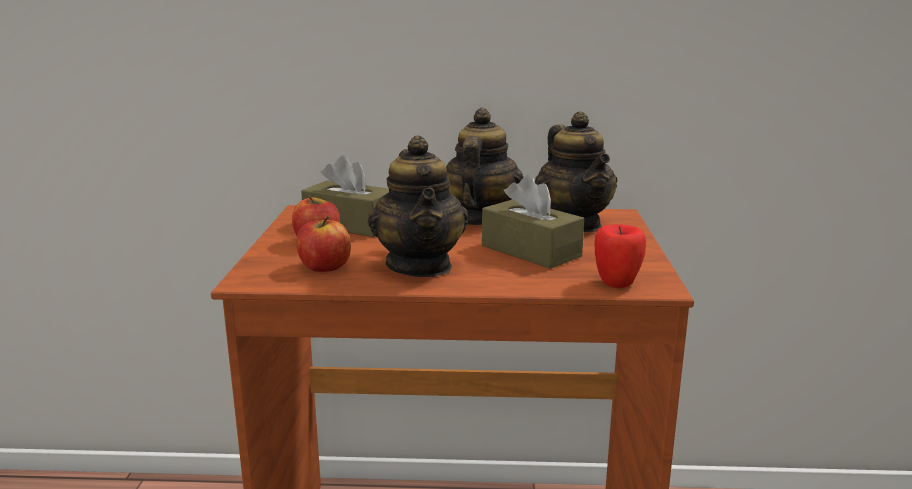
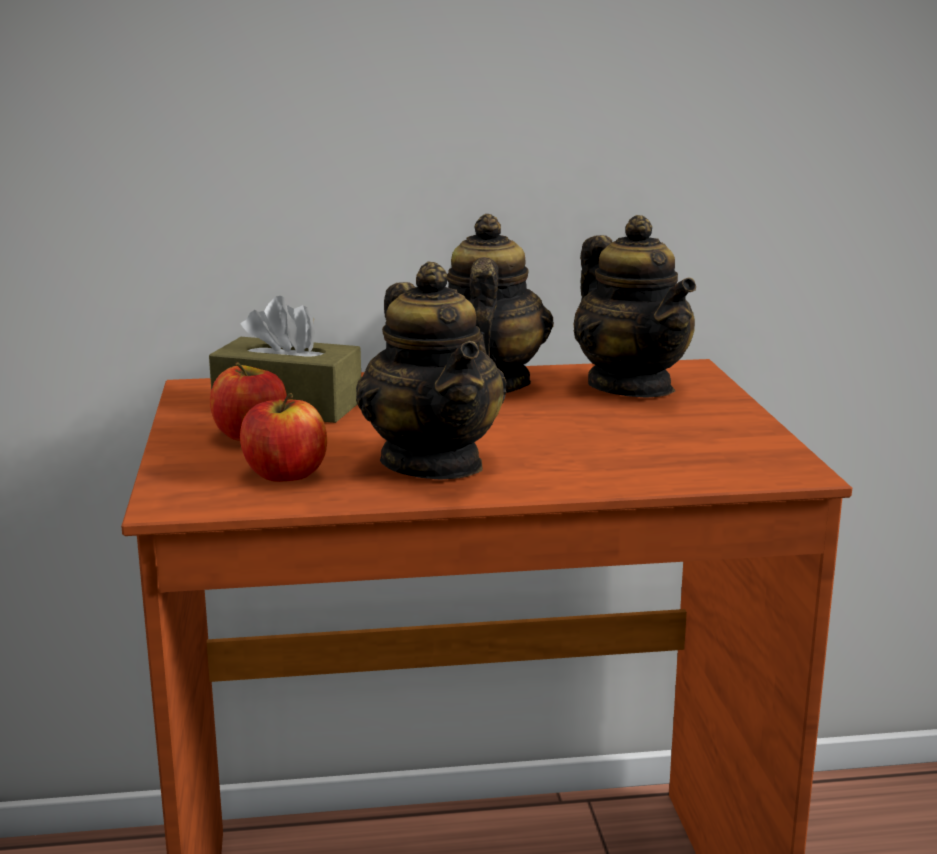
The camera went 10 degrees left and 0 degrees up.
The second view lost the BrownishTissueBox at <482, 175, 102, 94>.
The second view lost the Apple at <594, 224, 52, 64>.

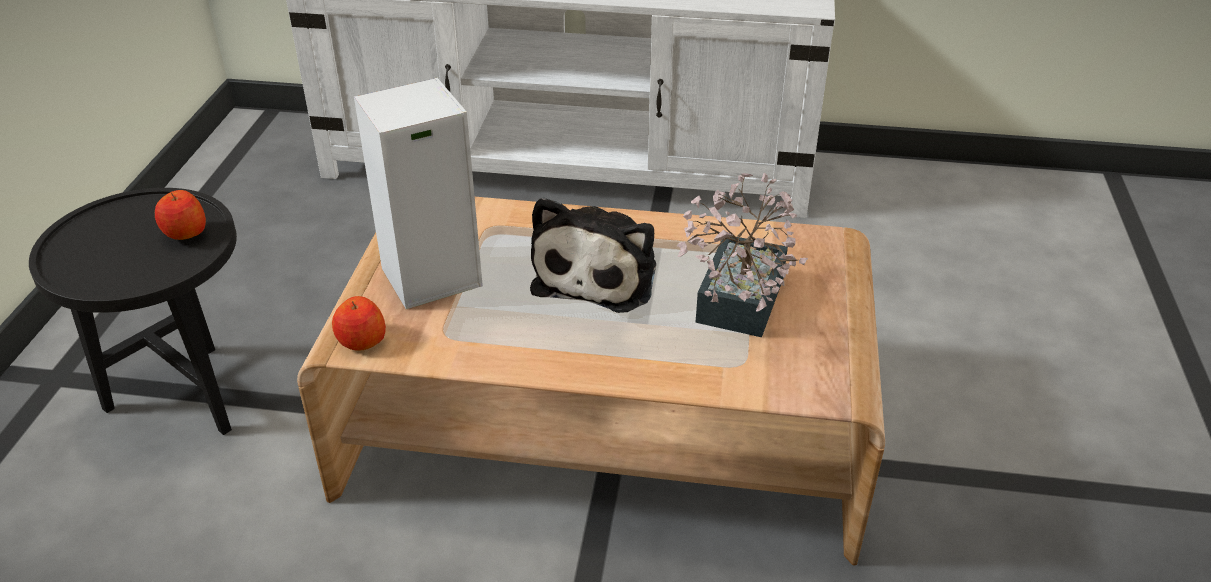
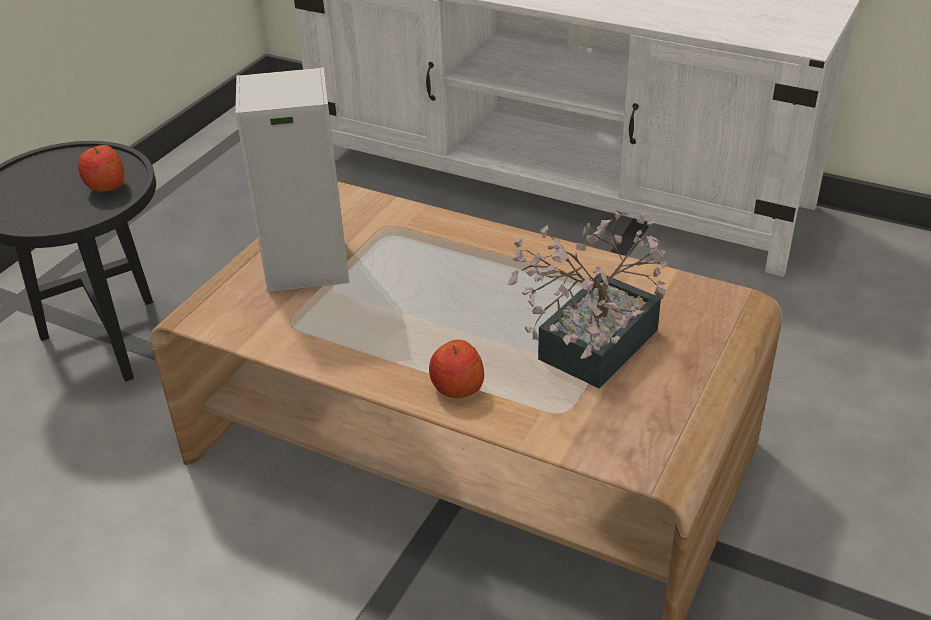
The camera went 20 degrees right and 0 degrees up.
The Apple ended up elsewhere, having gone from <332, 296, 54, 55> to <429, 340, 55, 58>.
The second view lost the CuddlyToy at <530, 197, 126, 116>.

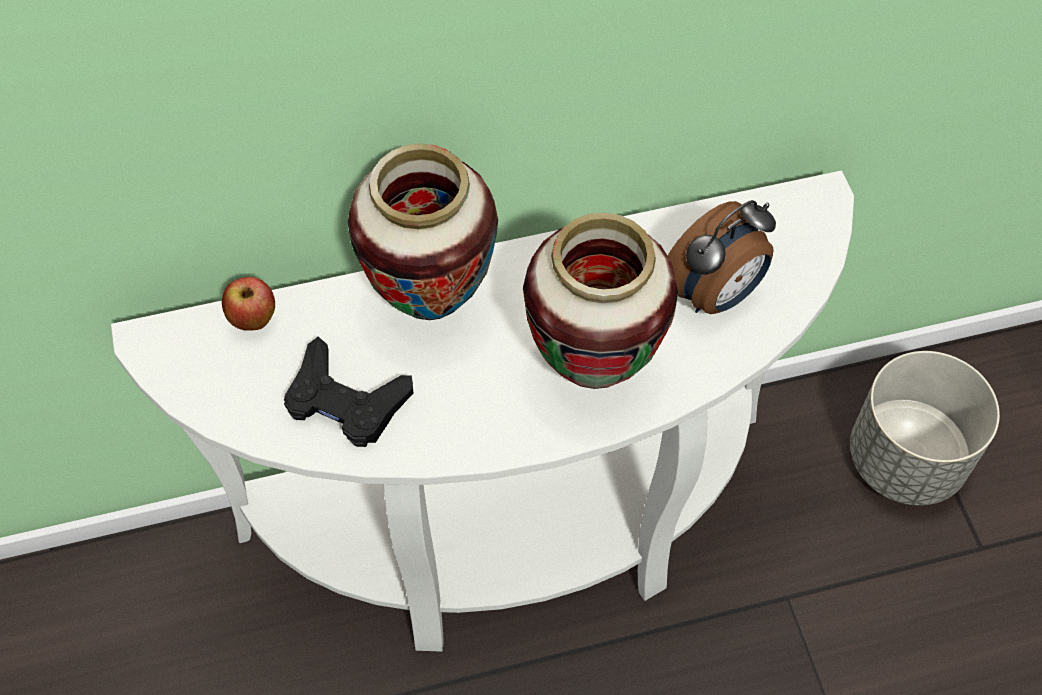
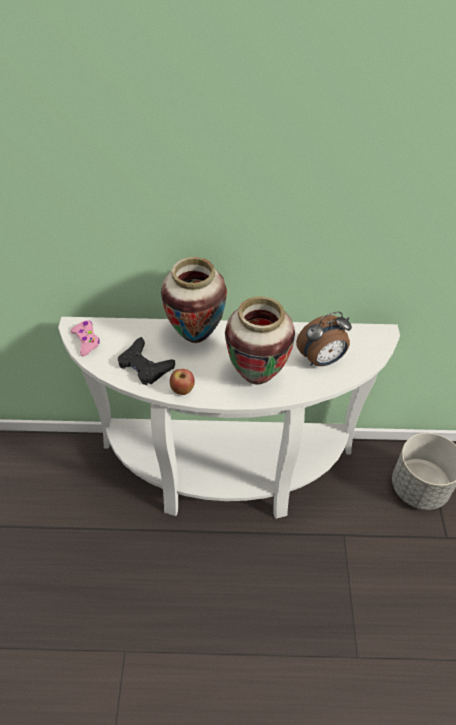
The camera went 15 degrees right and 10 degrees down.
The Apple ended up elsewhere, having gone from <222, 277, 53, 54> to <170, 369, 25, 26>.
The second view gained the PinkishJoypad at <70, 321, 30, 36>.

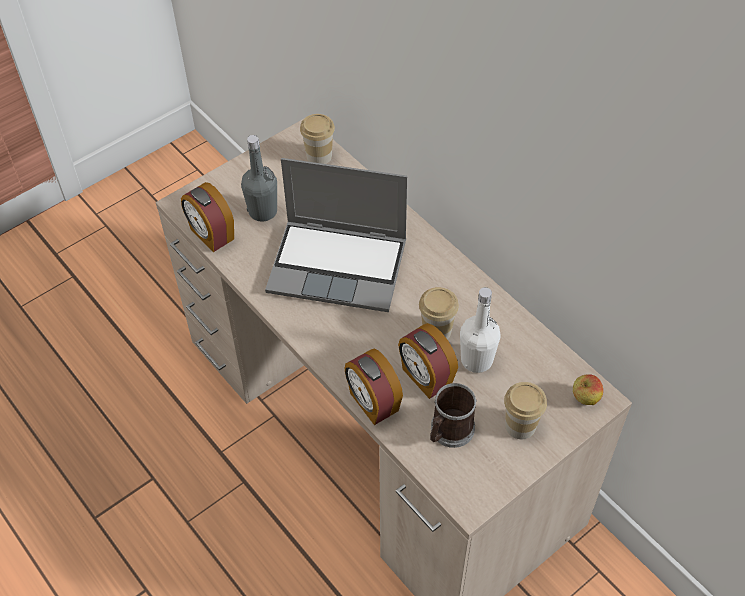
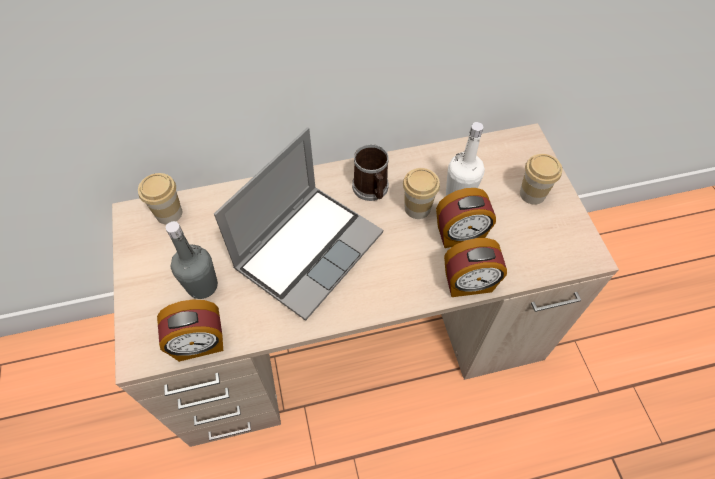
The camera went 65 degrees left and 5 degrees up.
The Mug ended up elsewhere, having gone from <430, 383, 47, 65> to <352, 144, 37, 57>.
The second view lost the Apple at <573, 374, 30, 31>.

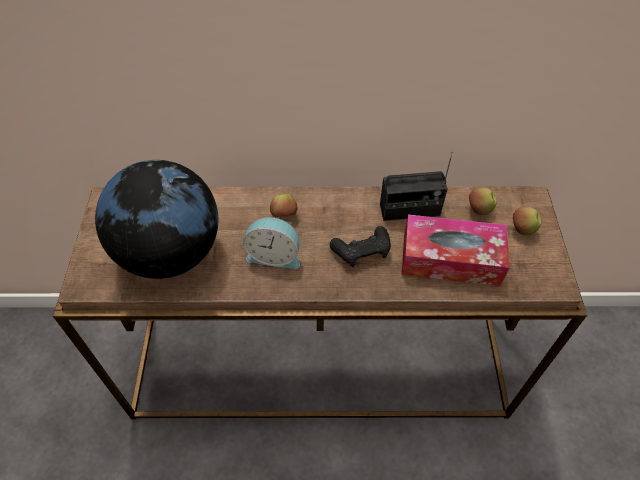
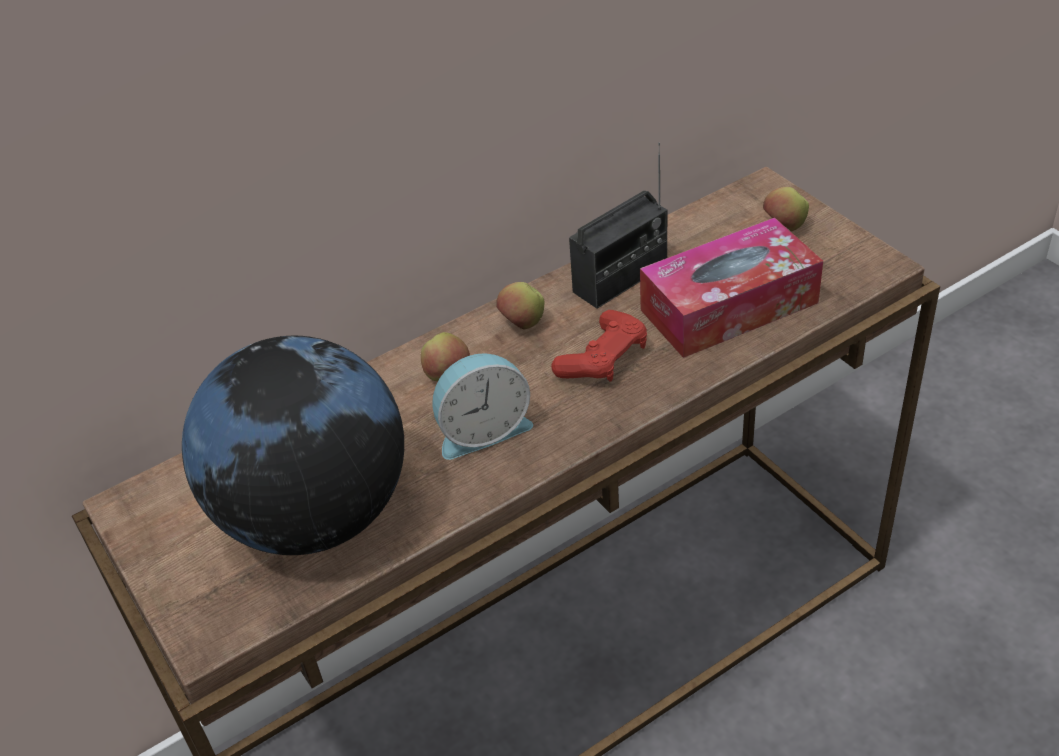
The camera went 30 degrees left and 10 degrees down.
What was the BlackColouredJoypad at <330, 226, 61, 41> turned into the ReddishJoypad at <551, 310, 96, 72>.
The Apple ended up elsewhere, having gone from <469, 187, 28, 28> to <496, 282, 48, 47>.

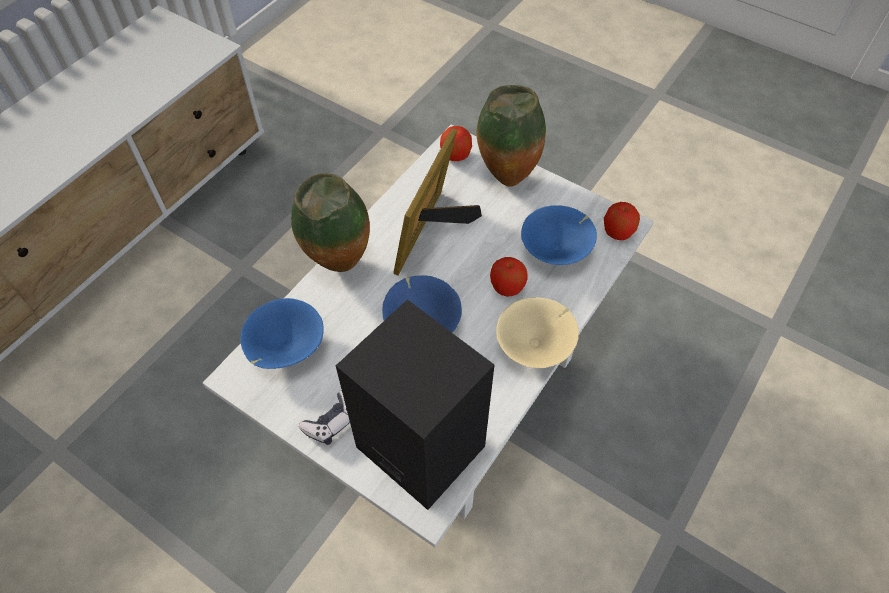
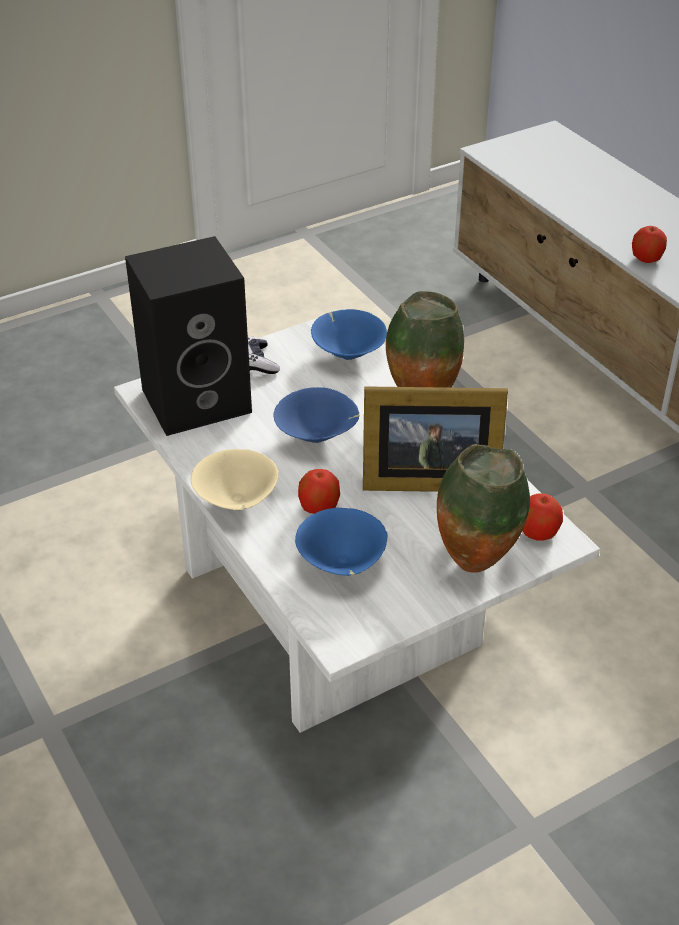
The camera went 115 degrees right and 15 degrees down.
The PhotoFrame at <393, 128, 89, 148> ended up facing another way, 135 degrees clockwise from before.
The Apple ended up elsewhere, having gone from <604, 202, 36, 38> to <632, 226, 35, 37>.

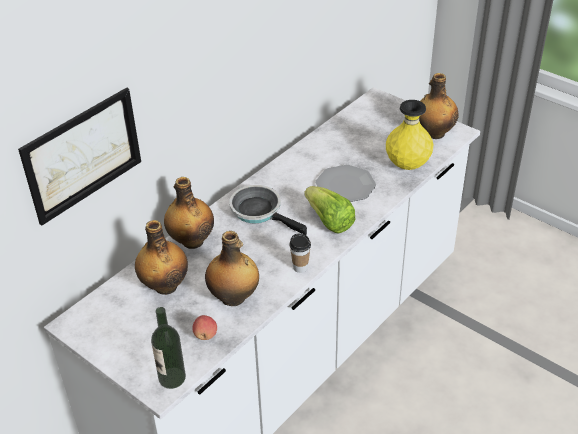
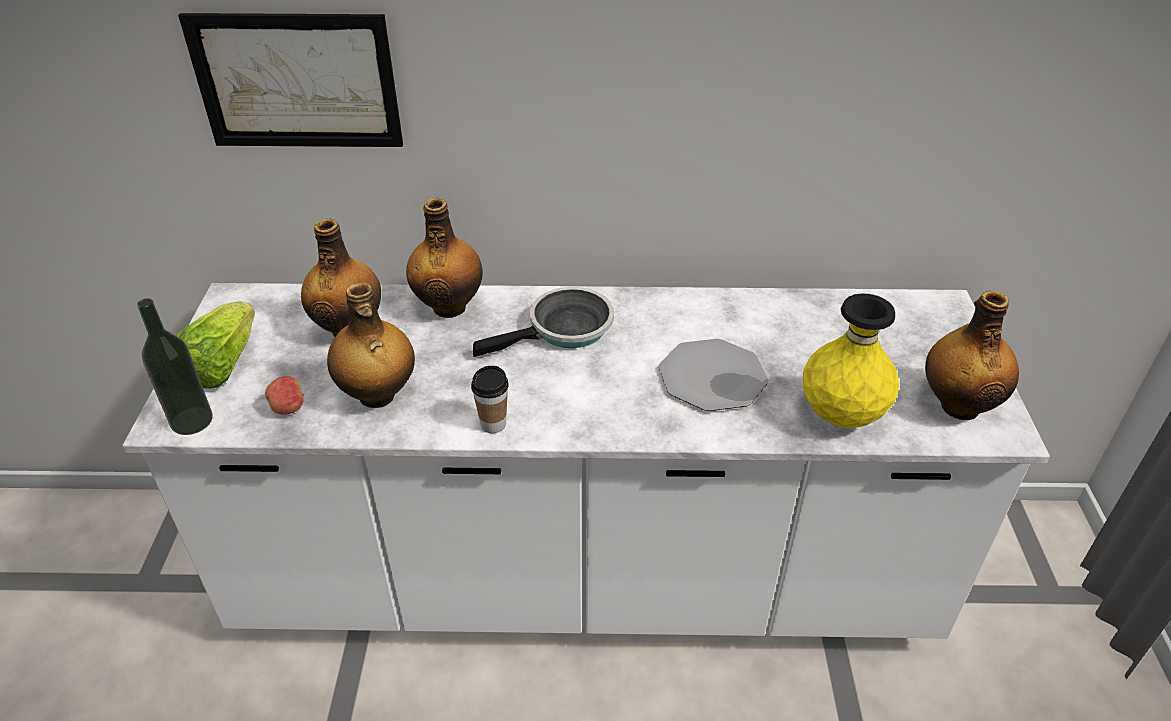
The camera went 50 degrees right and 0 degrees up.
The Skillet at <229, 185, 78, 50> ended up facing another way, 60 degrees clockwise from before.
The LettuceHead ended up elsewhere, having gone from <304, 186, 52, 48> to <175, 301, 80, 88>.

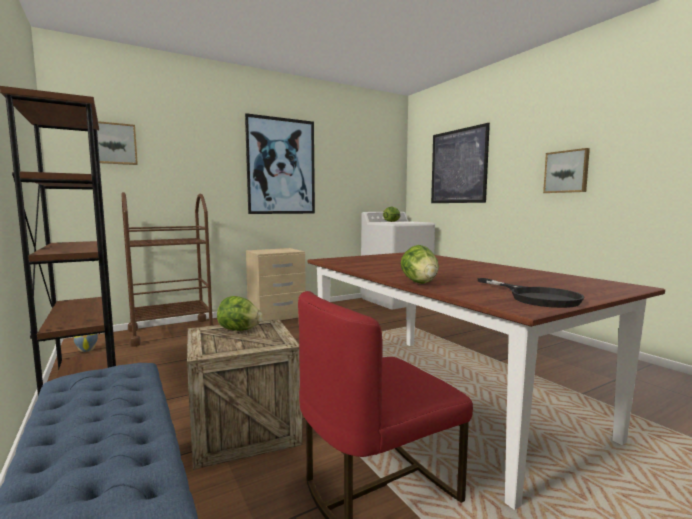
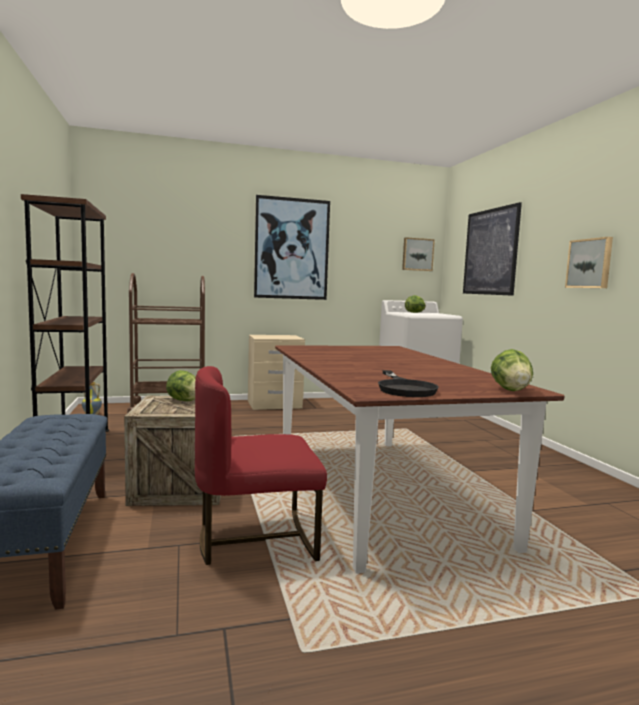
The camera went 15 degrees right and 0 degrees up.
The WallPicture ended up elsewhere, having gone from <97, 121, 41, 44> to <402, 237, 33, 34>.
The LettuceHead ended up elsewhere, having gone from <400, 245, 39, 39> to <491, 349, 42, 42>.

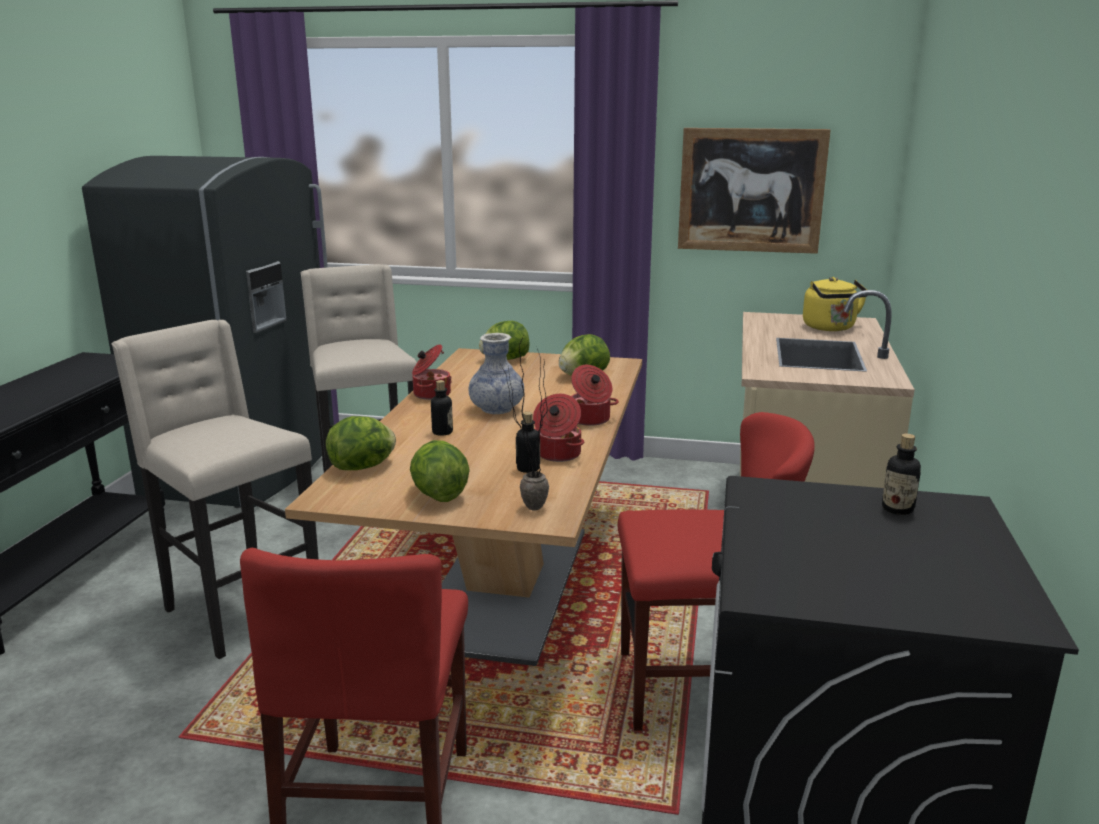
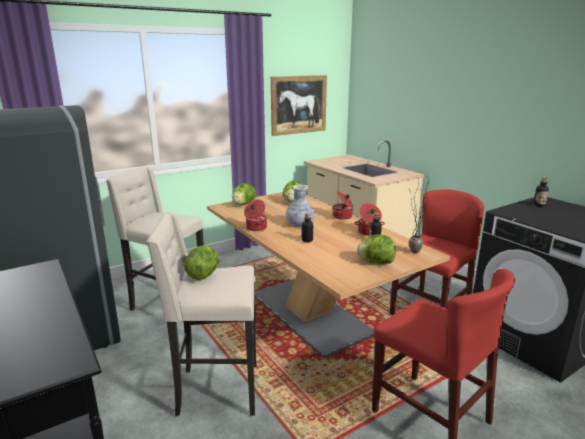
The camera went 45 degrees left and 0 degrees up.
The LettuceHead ended up elsewhere, having gone from <326, 416, 70, 54> to <184, 245, 35, 35>.
The second view lost the YellowTeaKettle at <803, 277, 65, 54>.

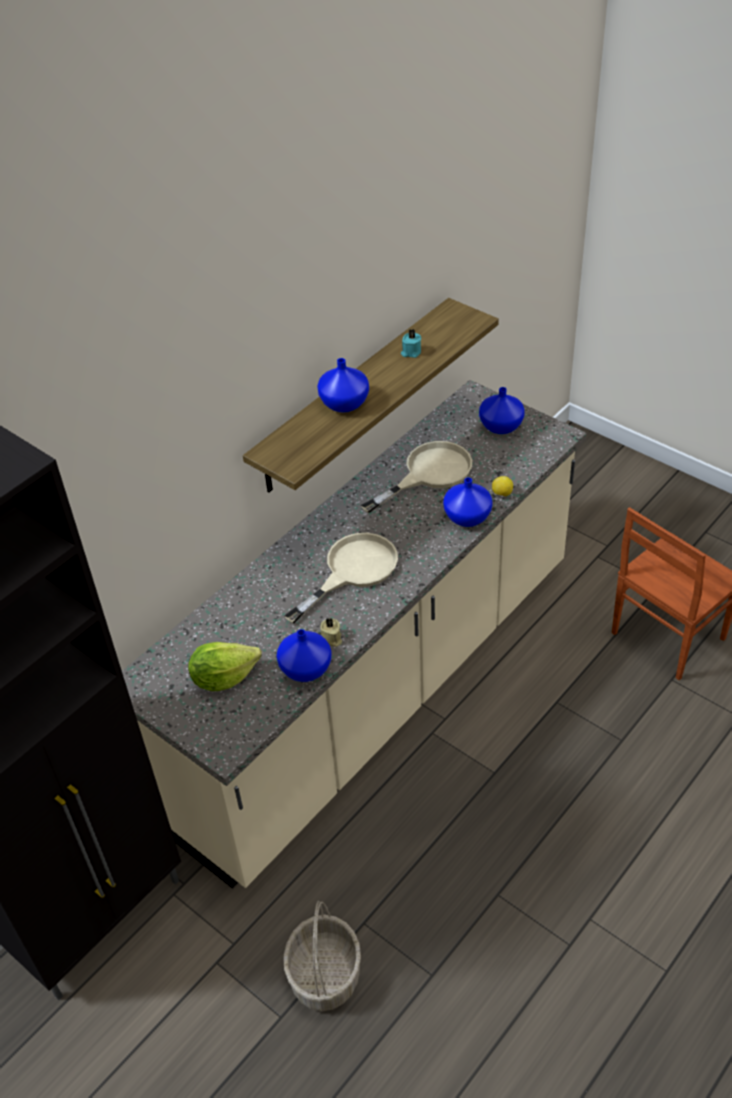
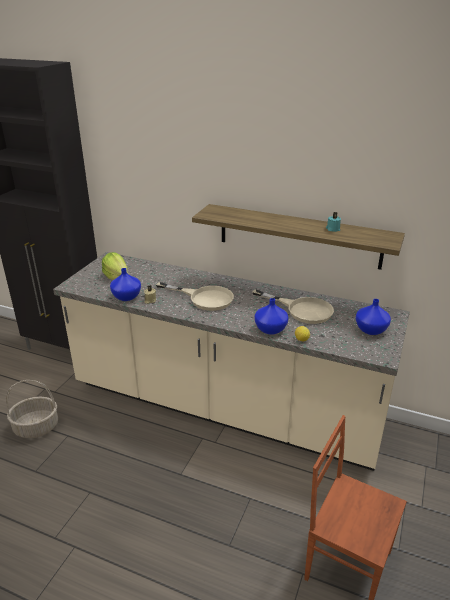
The camera went 70 degrees right and 15 degrees down.
The second view lost the BlueColouredFlowerVase at <317, 358, 52, 54>.

